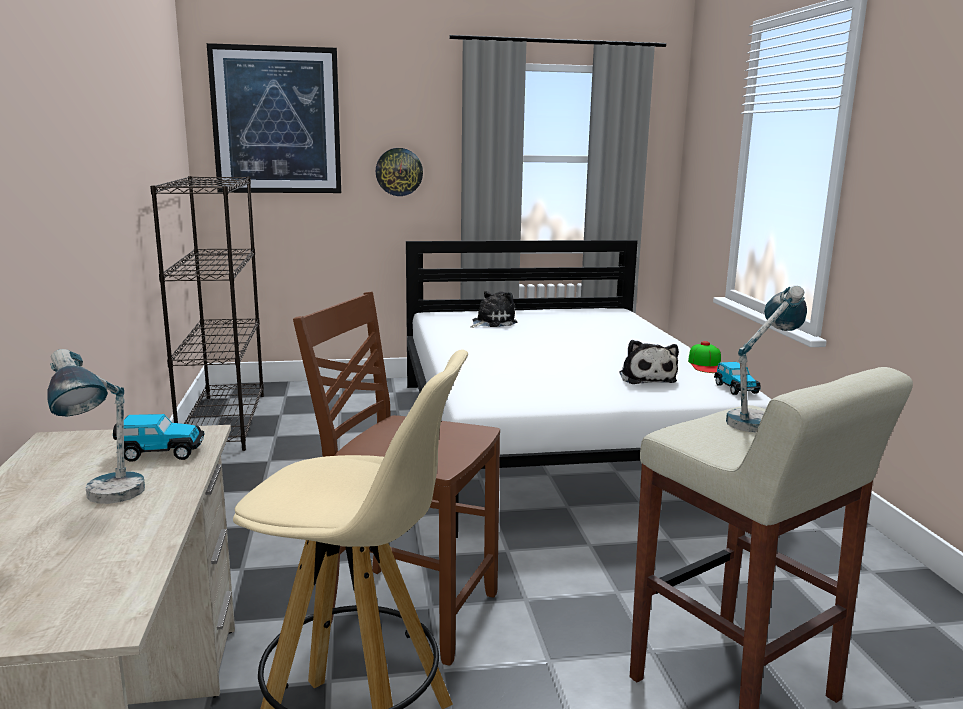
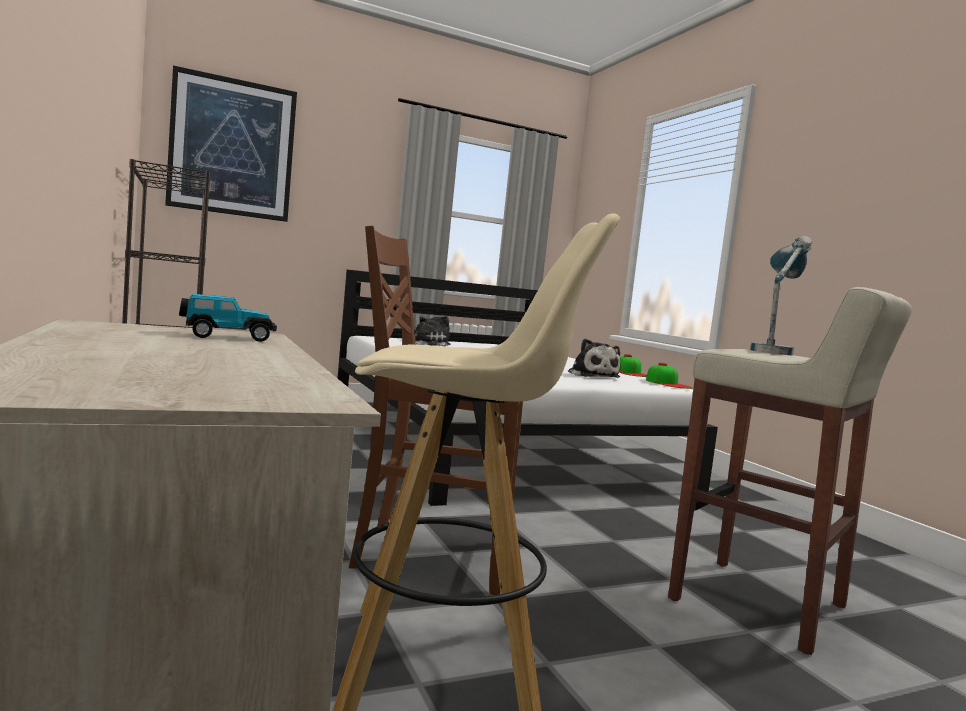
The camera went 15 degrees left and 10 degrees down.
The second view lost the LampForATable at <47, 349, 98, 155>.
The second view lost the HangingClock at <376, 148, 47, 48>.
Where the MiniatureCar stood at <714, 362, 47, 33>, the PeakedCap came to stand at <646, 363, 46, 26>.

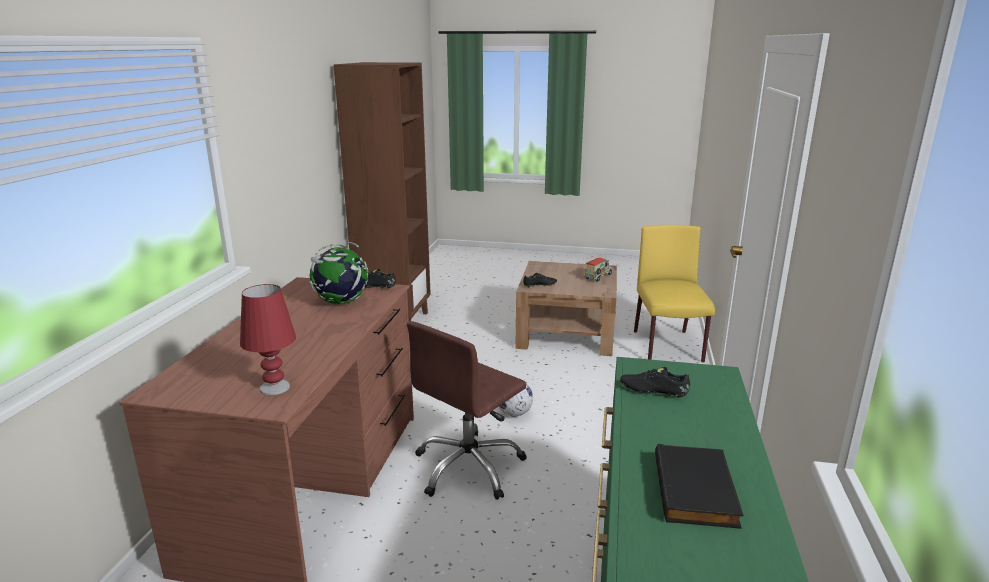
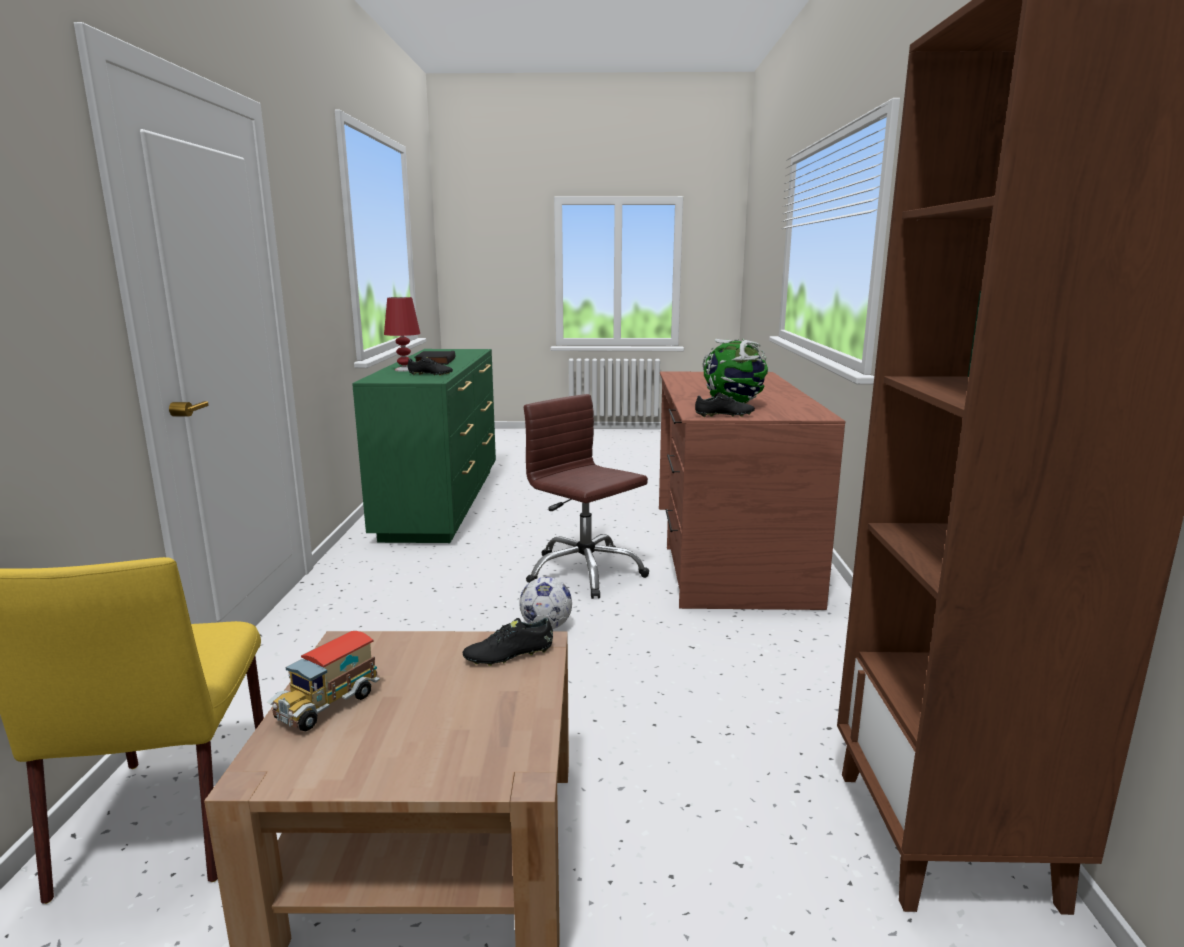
The camera went 170 degrees right and 5 degrees down.
The ReddishLampForATable ended up elsewhere, having gone from <240, 284, 56, 111> to <384, 297, 36, 75>.
The BrownishOfficeChair at <407, 321, 120, 179> ended up facing another way, 75 degrees counterclockwise from before.

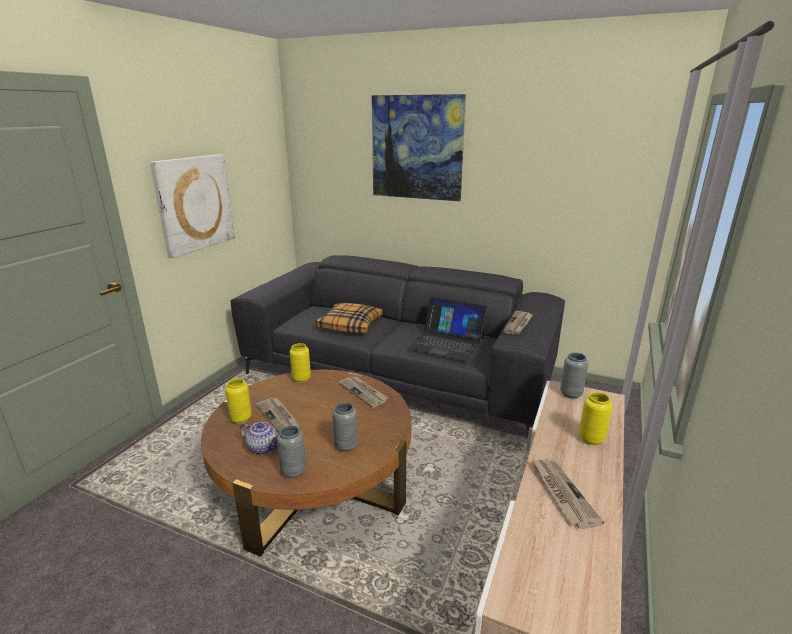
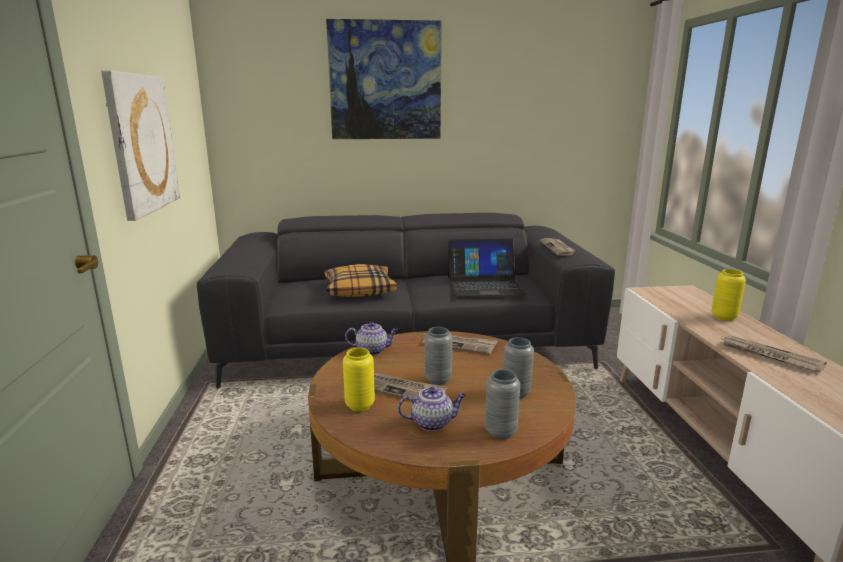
The camera went 30 degrees left and 5 degrees down.
Where the YellowFlowerVase stood at <290, 343, 21, 40>, the TeaPot came to stand at <345, 322, 53, 33>.
The GreyishFlowerVase ended up elsewhere, having gone from <560, 352, 28, 47> to <425, 327, 28, 58>.

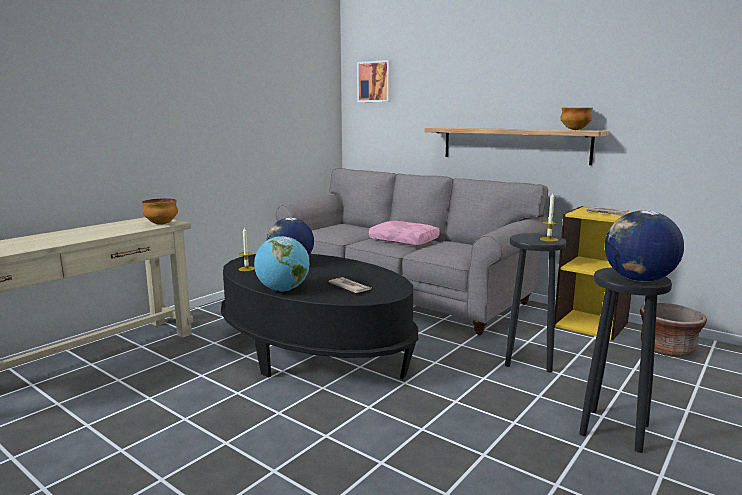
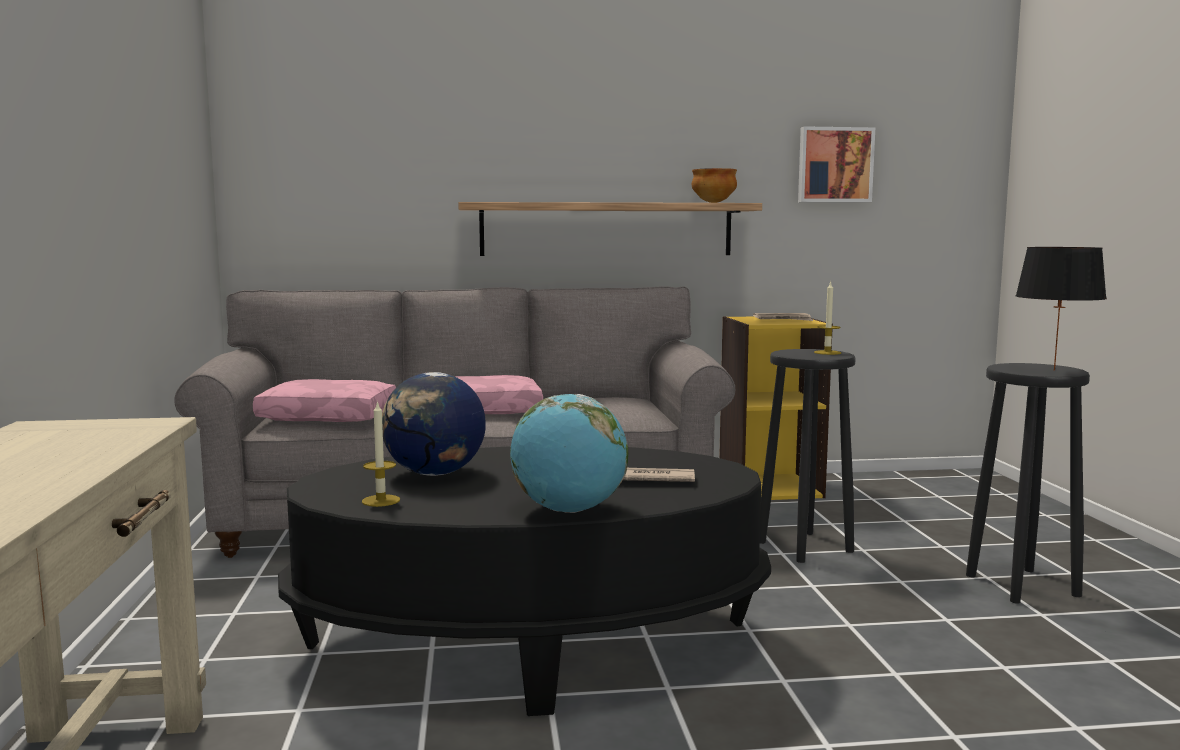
The camera went 45 degrees left and 5 degrees down.
The second view lost the DeepDish at <142, 198, 36, 27>.
The WallPicture ended up elsewhere, having gone from <357, 60, 34, 42> to <798, 126, 77, 76>.
Where the Globe stood at <605, 210, 79, 72>, the BlackColouredLampForATable came to stand at <1016, 247, 91, 124>.
The second view lost the BrownishPlantPot at <640, 303, 67, 54>.
The second view gained the PinkishPillow at <253, 379, 143, 43>.

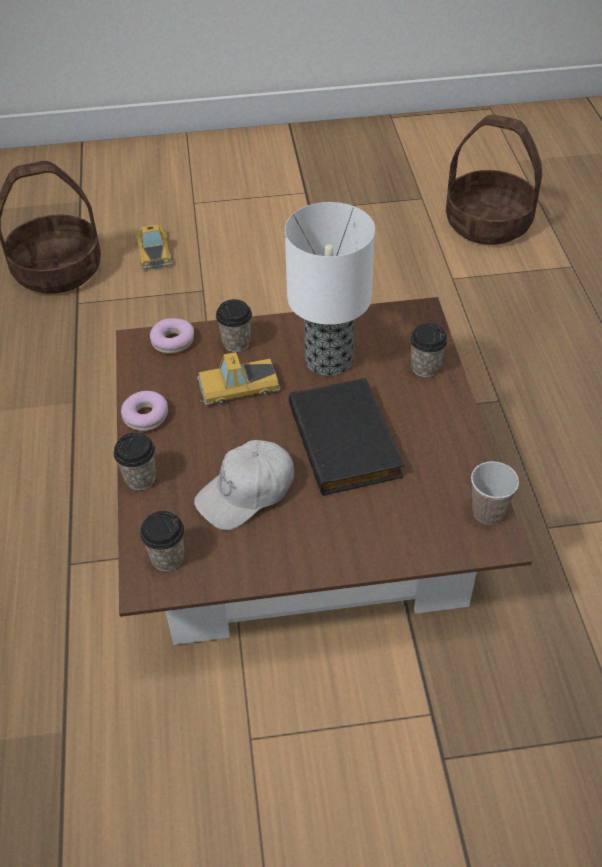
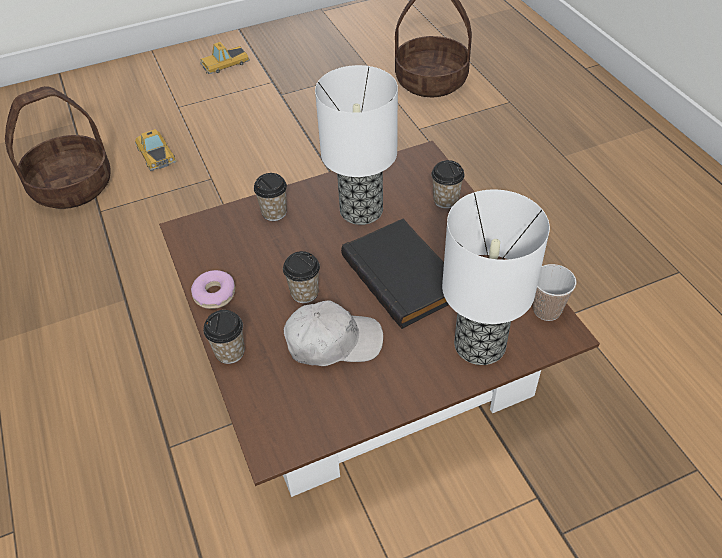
The camera went 15 degrees left and 0 degrees up.
The Cup ended up elsewhere, having gone from <140, 511, 44, 60> to <283, 251, 37, 52>.
The second view lost the RingDoughnut at <150, 318, 44, 36>.
The WhitishPeakedCap at <194, 440, 100, 90> ended up facing another way, 135 degrees counterclockwise from before.
The MiniatureCar ended up elsewhere, having gone from <197, 352, 84, 53> to <200, 42, 50, 32>.
The second view gained the LampForATable at <442, 190, 108, 175>.

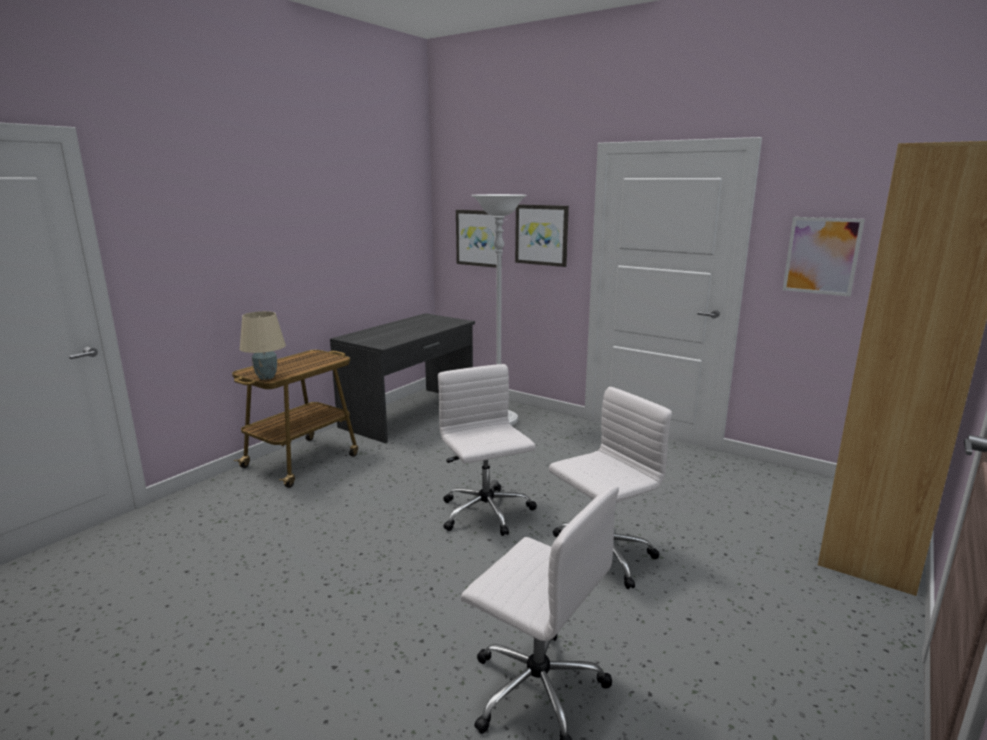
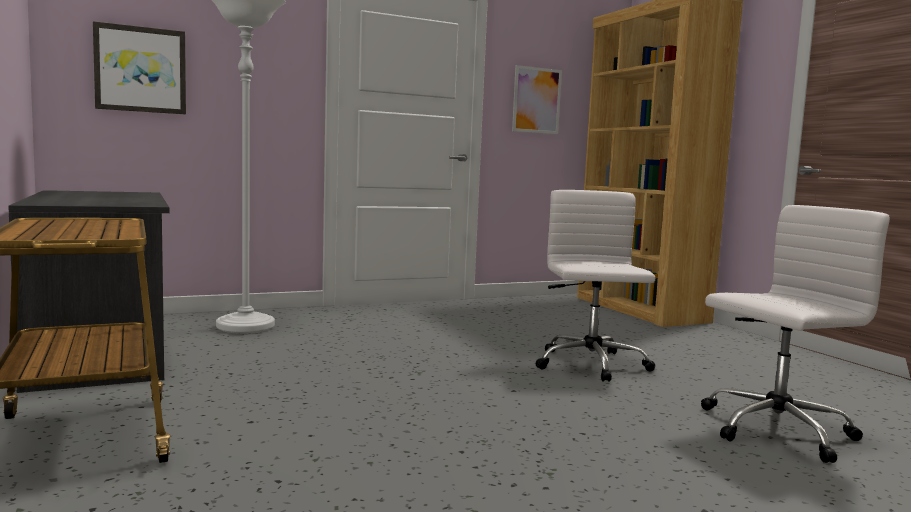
The camera went 60 degrees left and 10 degrees down.
The second view lost the SandColouredLampForATable at <240, 311, 46, 69>.
The second view lost the WhitishOfficeChair at <438, 364, 99, 172>.
The second view lost the WallPicture at <515, 204, 54, 63>.

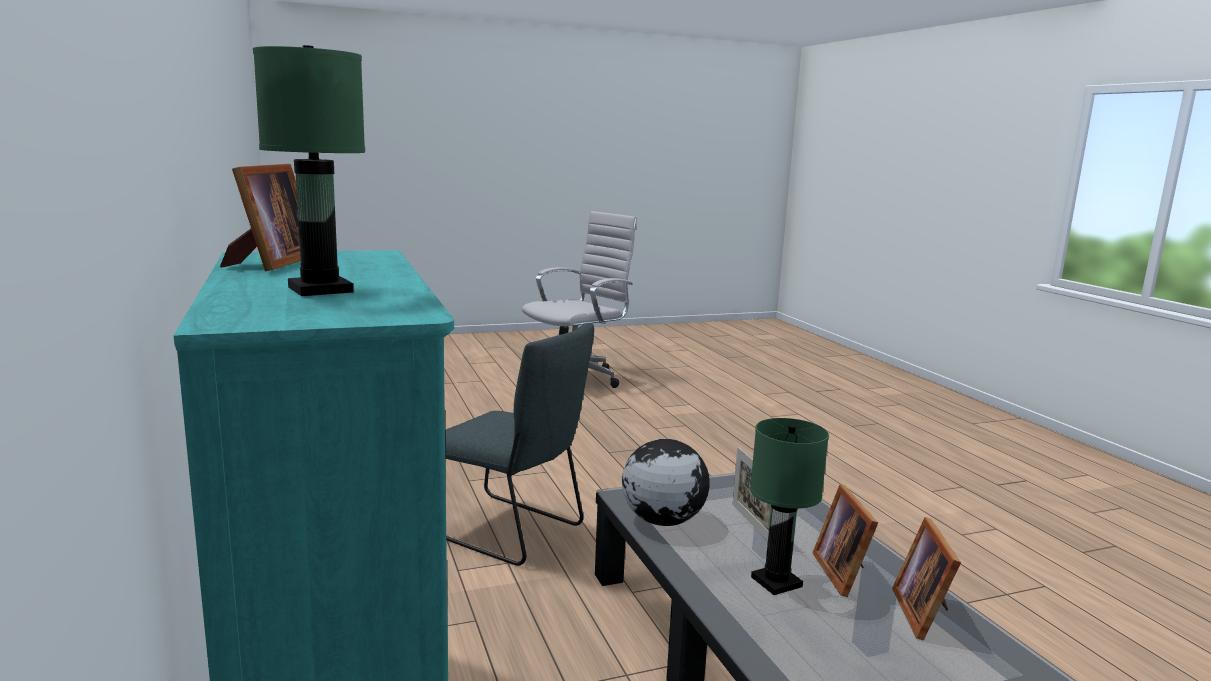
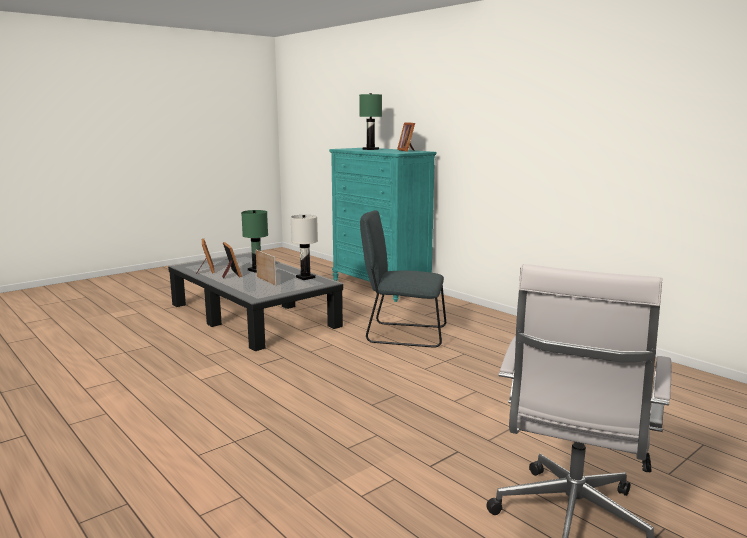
The camera went 160 degrees right and 0 degrees up.
Where the Globe stood at <622, 439, 88, 87>, the WhitishLampForATable came to stand at <291, 215, 27, 65>.

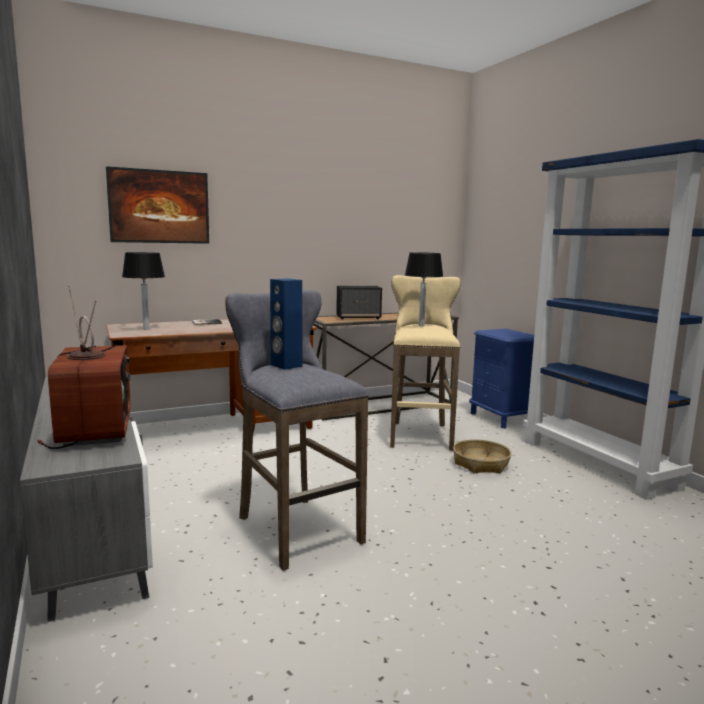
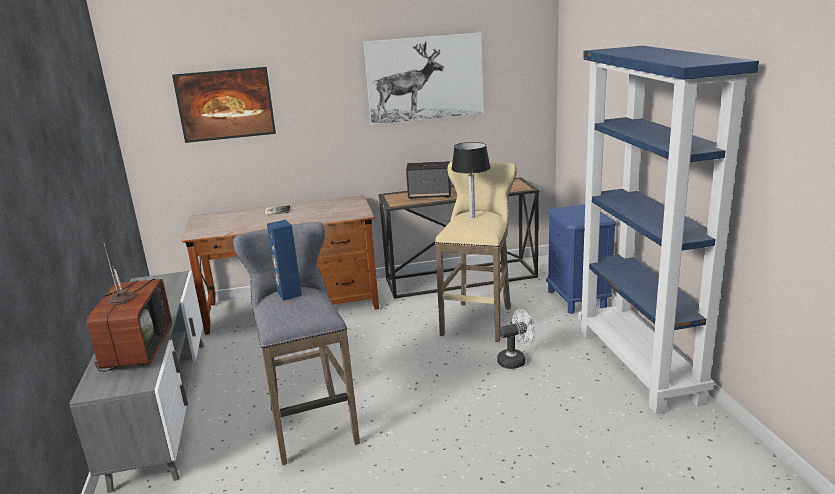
The camera went 15 degrees right and 10 degrees up.
The second view lost the LampForATable at <122, 252, 43, 78>.
Where the StorageBasket stood at <453, 439, 59, 34>, the WhitishFan came to stand at <497, 309, 38, 60>.
The second view gained the WallPicture at <364, 33, 119, 92>.

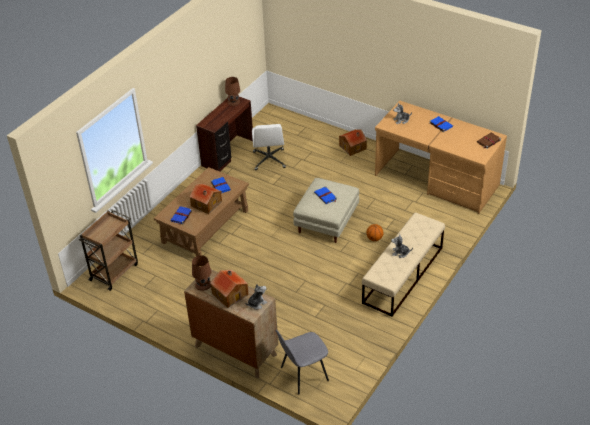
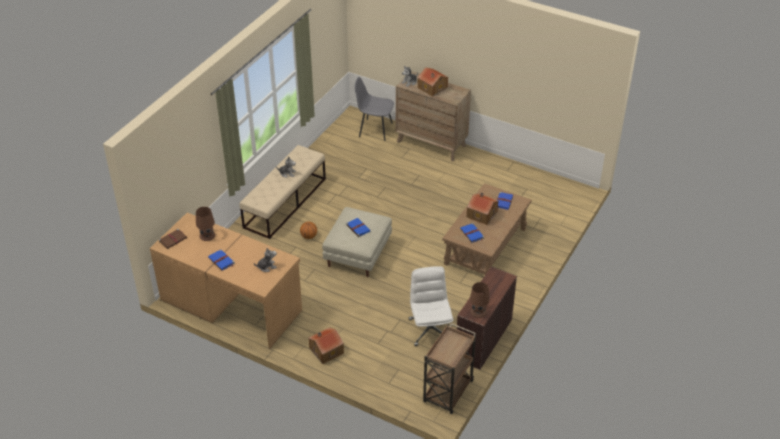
The camera went 175 degrees right and 0 degrees up.
The BrownishCart ended up elsewhere, having gone from <79, 210, 59, 81> to <423, 323, 53, 91>.
The BrownishLampForATable ended up elsewhere, having gone from <192, 255, 19, 36> to <196, 207, 19, 34>.
The GreyishUprightChair at <276, 330, 53, 64> ended up facing another way, 135 degrees counterclockwise from before.

